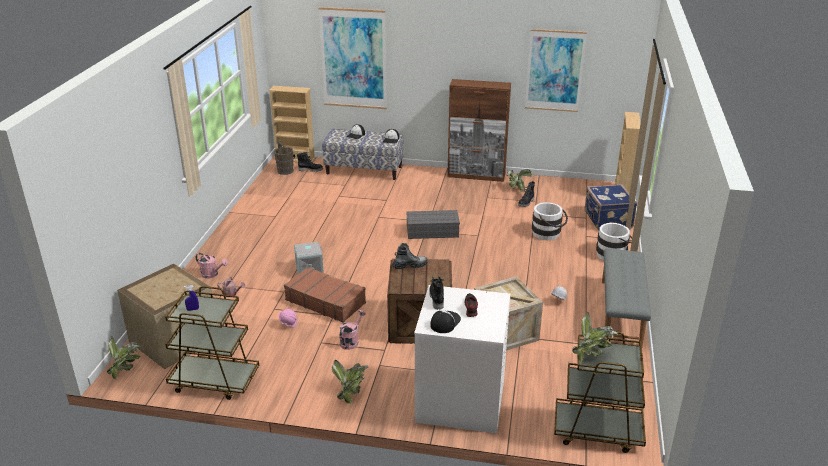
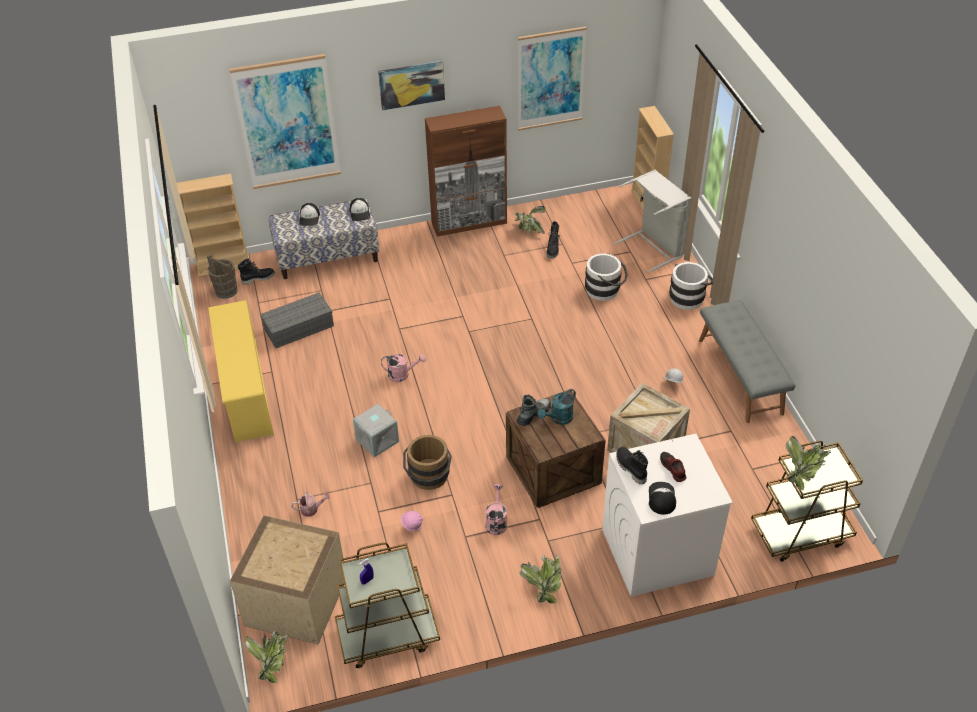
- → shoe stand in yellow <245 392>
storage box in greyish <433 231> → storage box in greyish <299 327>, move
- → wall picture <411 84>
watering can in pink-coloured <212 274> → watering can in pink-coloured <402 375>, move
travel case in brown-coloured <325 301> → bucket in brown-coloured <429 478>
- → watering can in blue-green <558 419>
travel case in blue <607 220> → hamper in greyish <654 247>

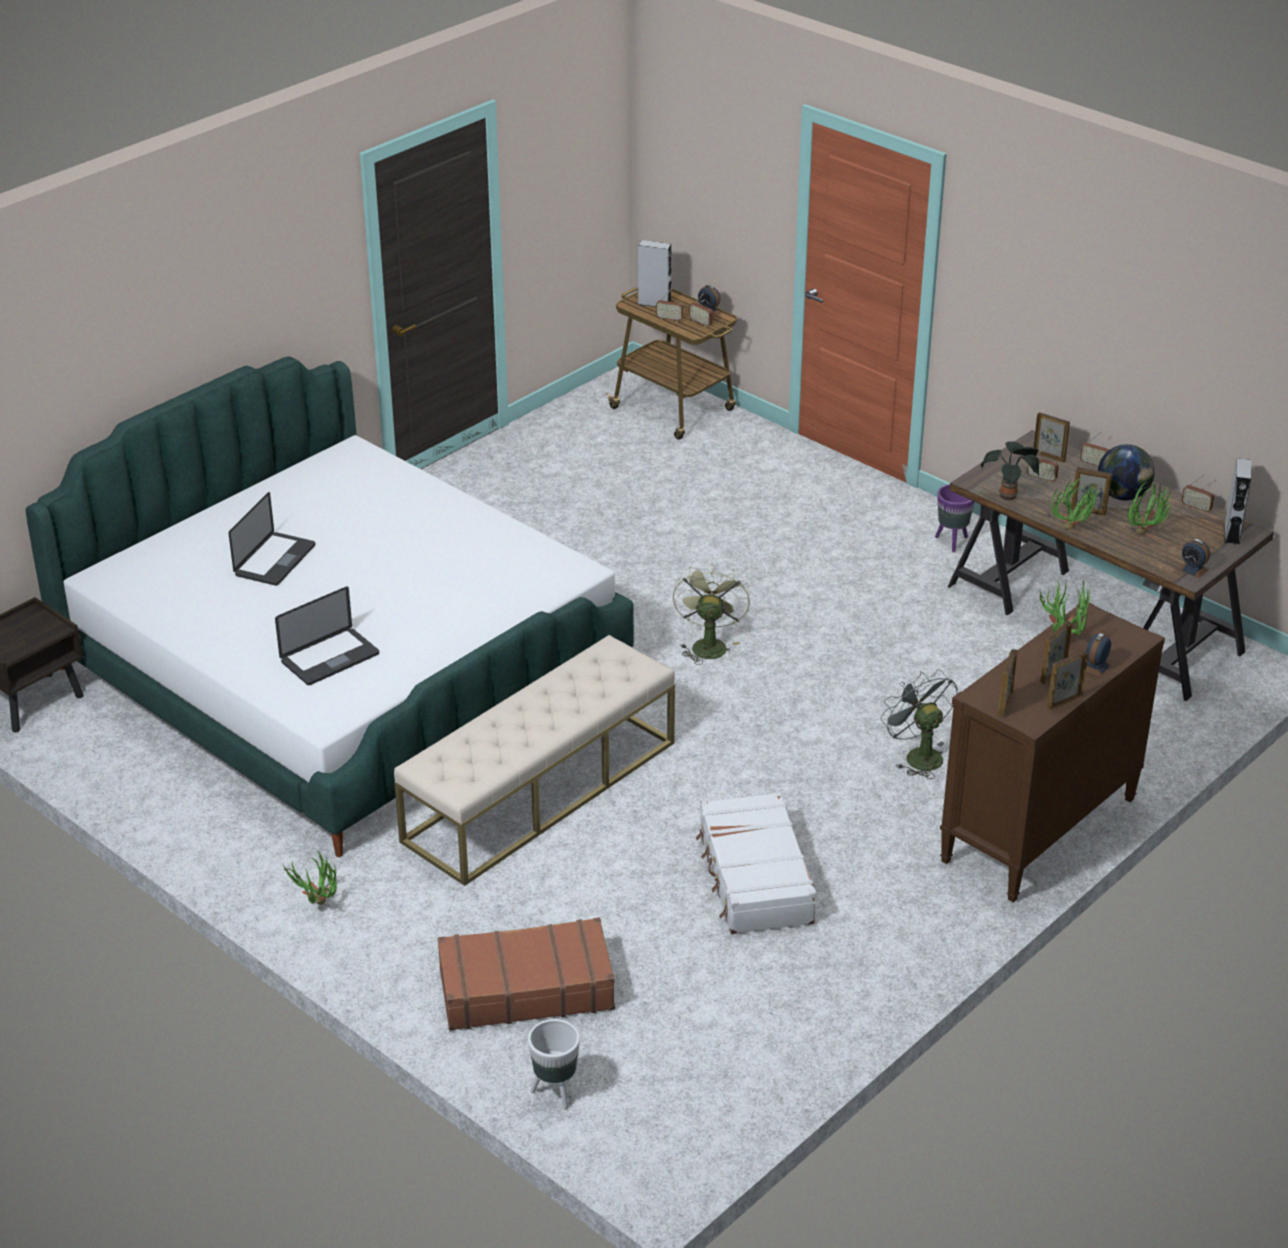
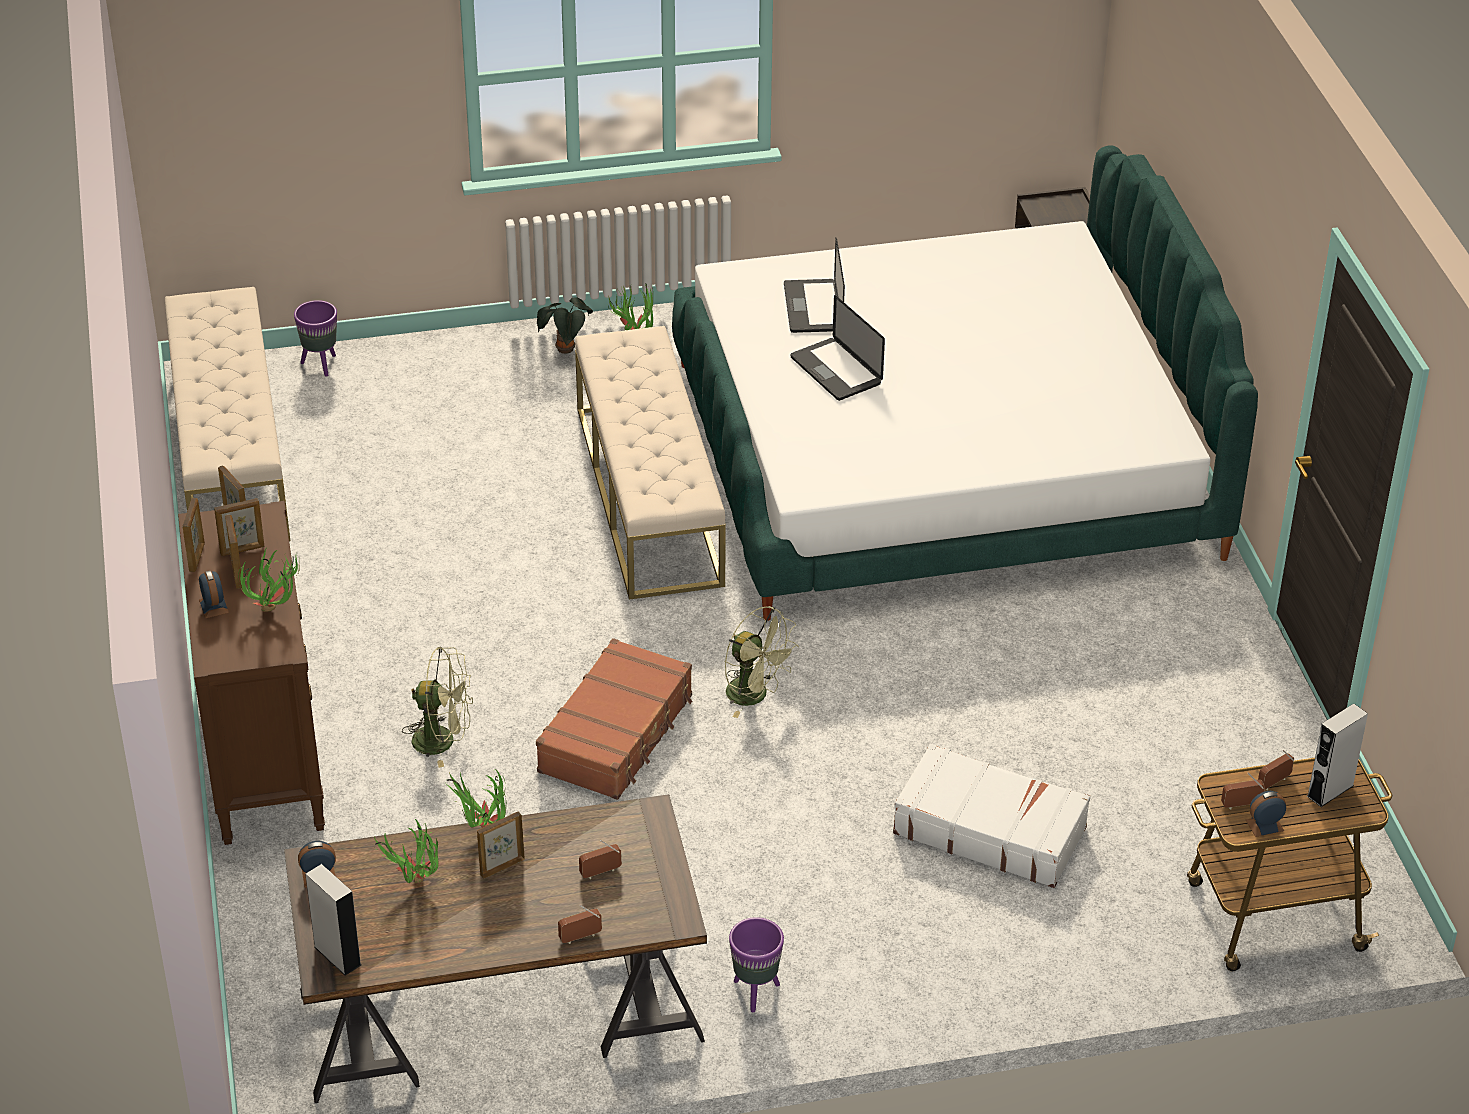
- → bench in beige-coloured <230 452>
standing frame <1049 456> → standing frame <242 550>, move
flower pot in white-coloured <555 1092> → flower pot in purplish <320 364>
fan in greyish <918 755> → fan in green <443 740>
travel case in brown-coloured <525 988> → travel case in brown-coloured <617 734>, move
potted plant <1009 496> → potted plant <566 351>, move
notebook computer <275 560> → notebook computer <836 371>, move
travel case in white-coloured <754 878> → travel case in white-coloured <989 830>, move
world globe <1122 496> → -
radio set <1196 508> → -

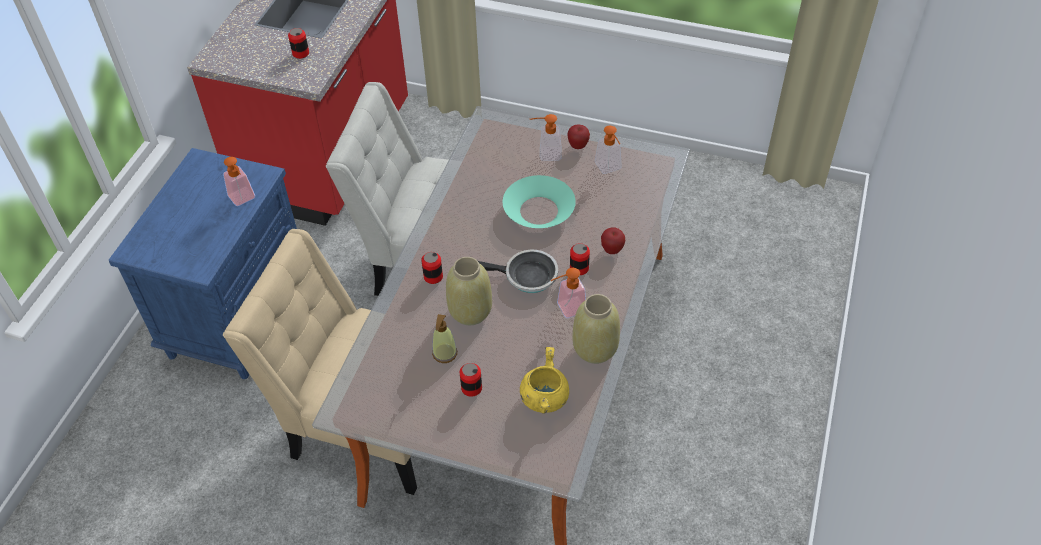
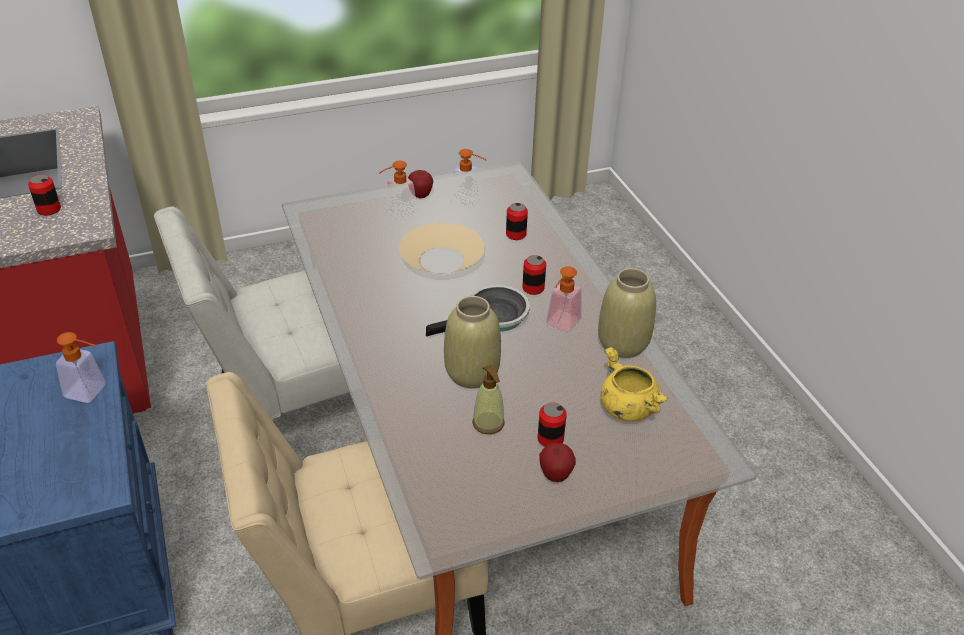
serving bowl in blue-green <538 210> → serving bowl in beige-coloured <441 260>
sealed can <433 277> → sealed can <516 234>, move
apple <612 250> → apple <555 475>, move

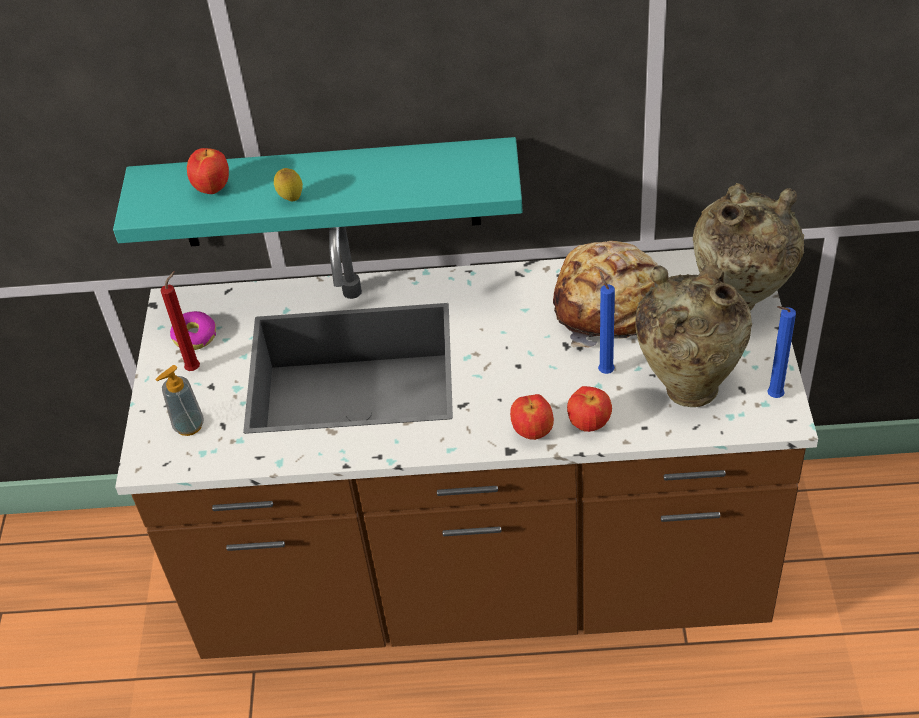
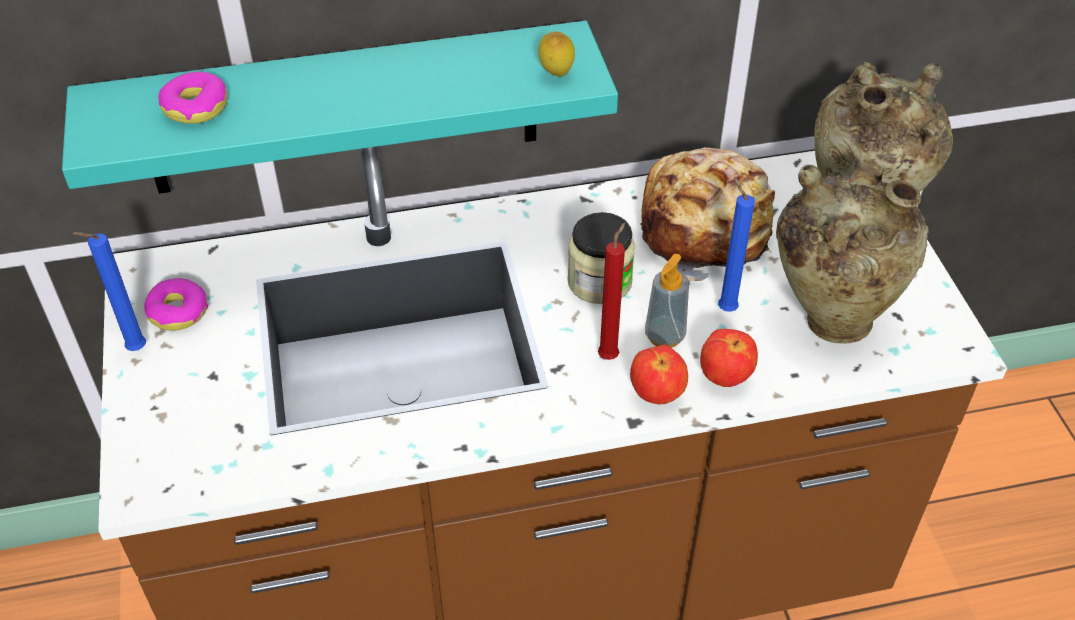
wax candle in blue <772 397> → wax candle in blue <133 350>, move
apple <212 188> → donut <196 107>
whole lemon <291 199> → whole lemon <556 74>, move
- → storage jar <599 282>
wax candle in reddish <195 368> → wax candle in reddish <610 355>, move
liquid soap bottle <189 426> → liquid soap bottle <664 336>, move

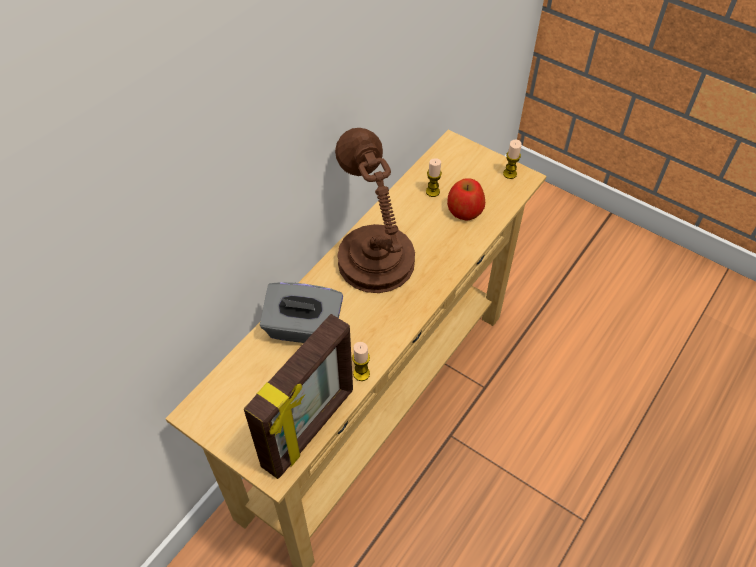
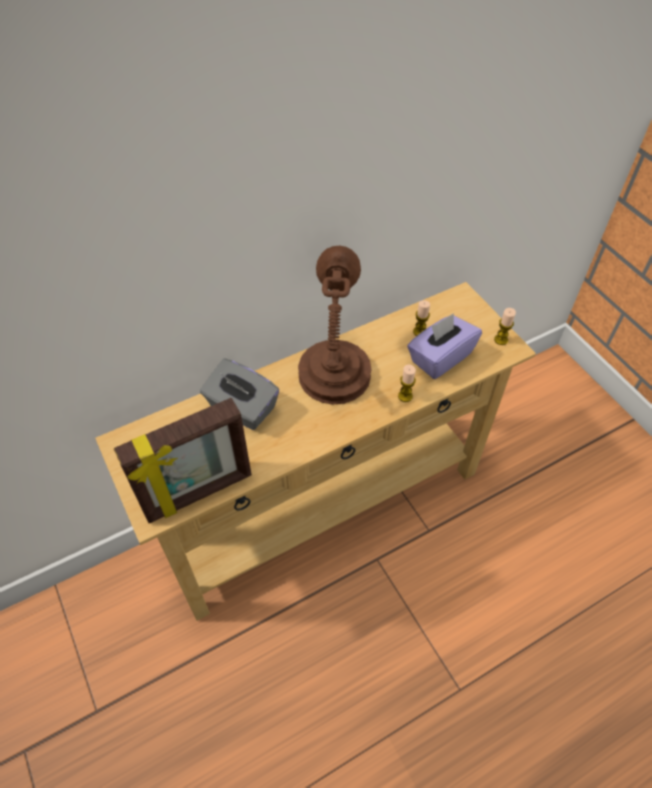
wax candle <361 373> → wax candle <405 396>, move
apple <465 210> → box of tissues in purplish <440 358>

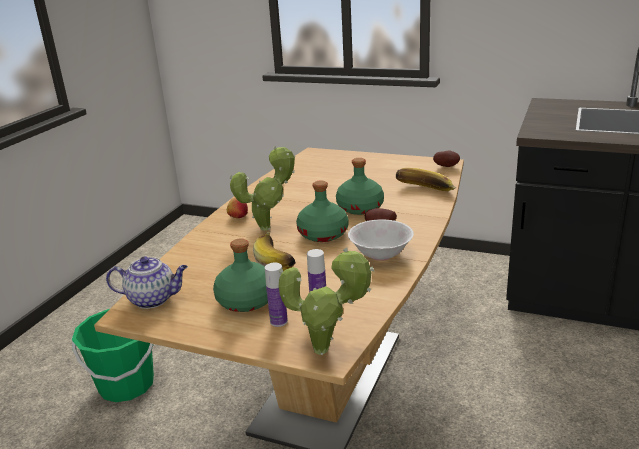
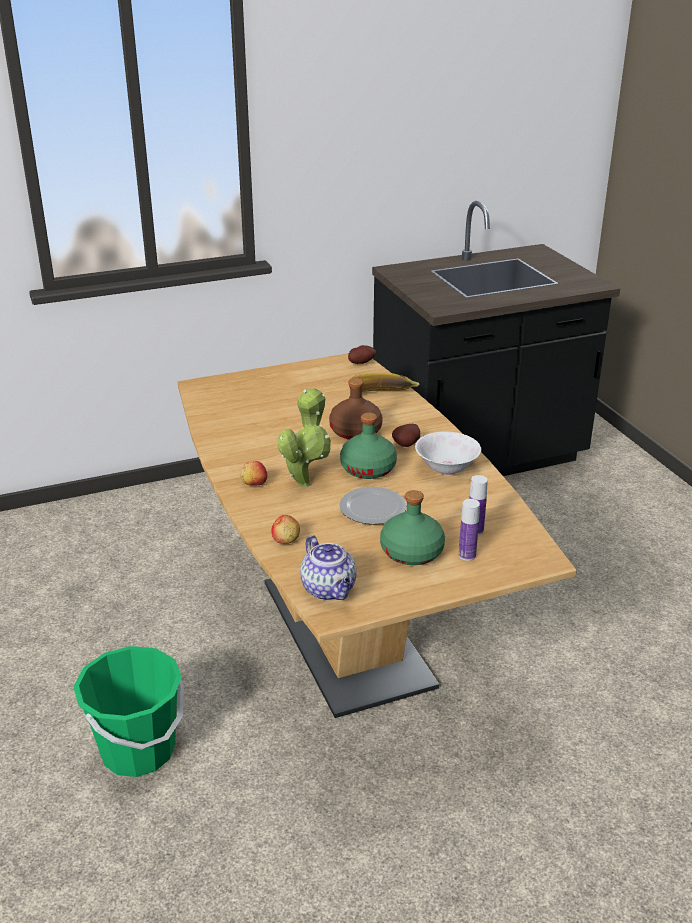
- → apple <286 540>
teapot <153 299> → teapot <330 590>, 105 degrees clockwise
beverage bottle in green <360 208> → beverage bottle in brown-coloured <356 432>
whole banana <278 260> → plate <373 508>
potted plant <326 350> → -

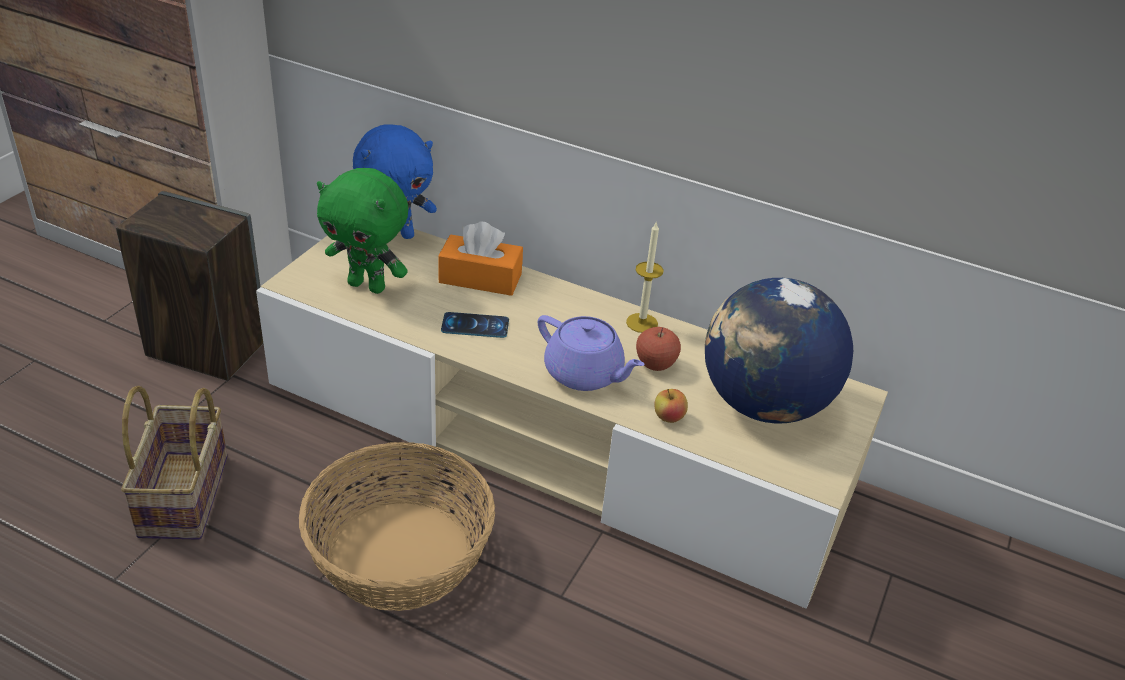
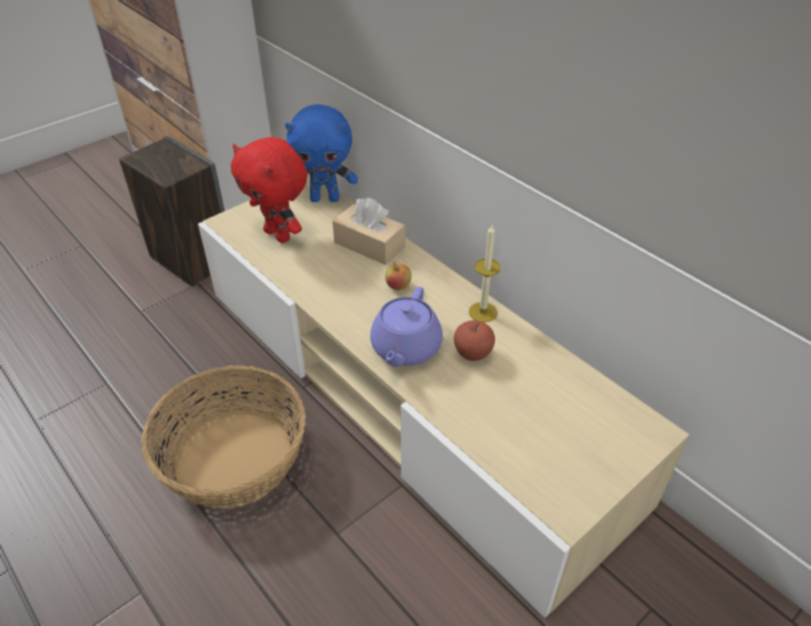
soft toy in green <368 285> → soft toy in reddish <279 235>
box of tissues in orange-coloured <480 278> → box of tissues in beige-coloured <369 245>
teapot in purplish <585 374> → teapot in purplish <405 348>, 45 degrees clockwise
apple <668 417> → apple <398 286>, move
household basket <186 498> → -
phone <475 325> → -
world globe <763 405> → -

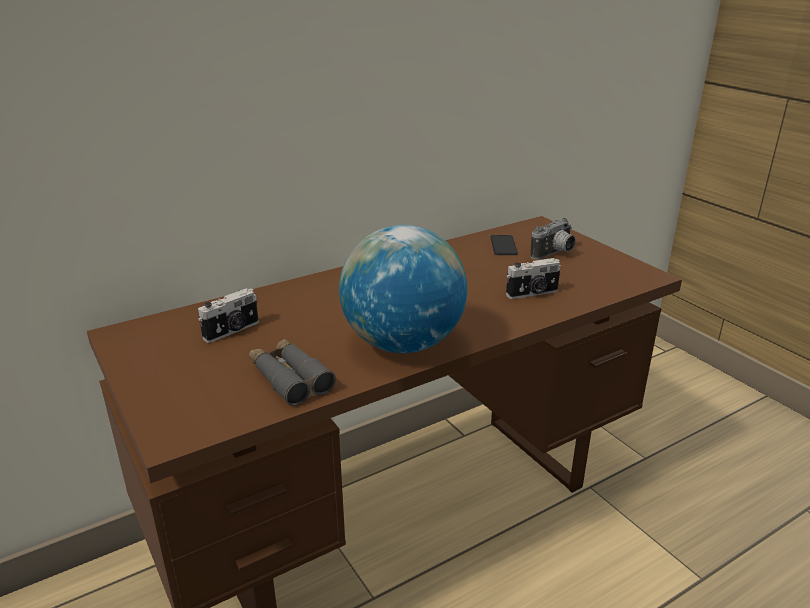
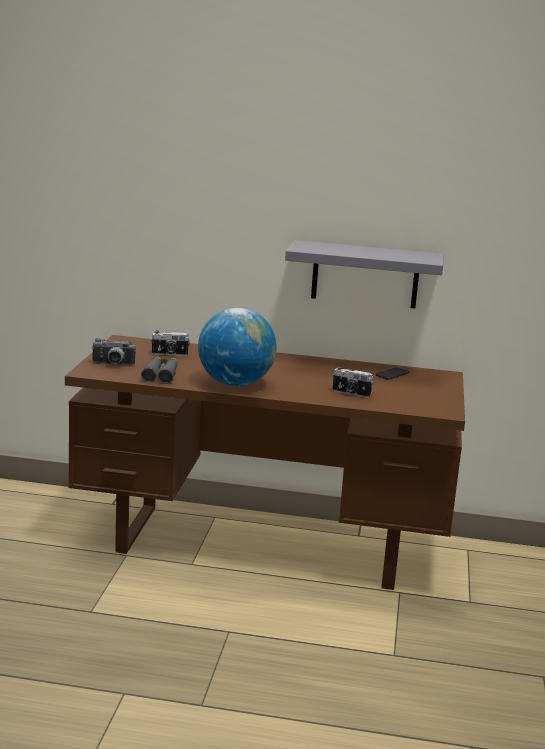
still camera <555 254> → still camera <113 365>, move
- → shelf in greyish <365 275>

